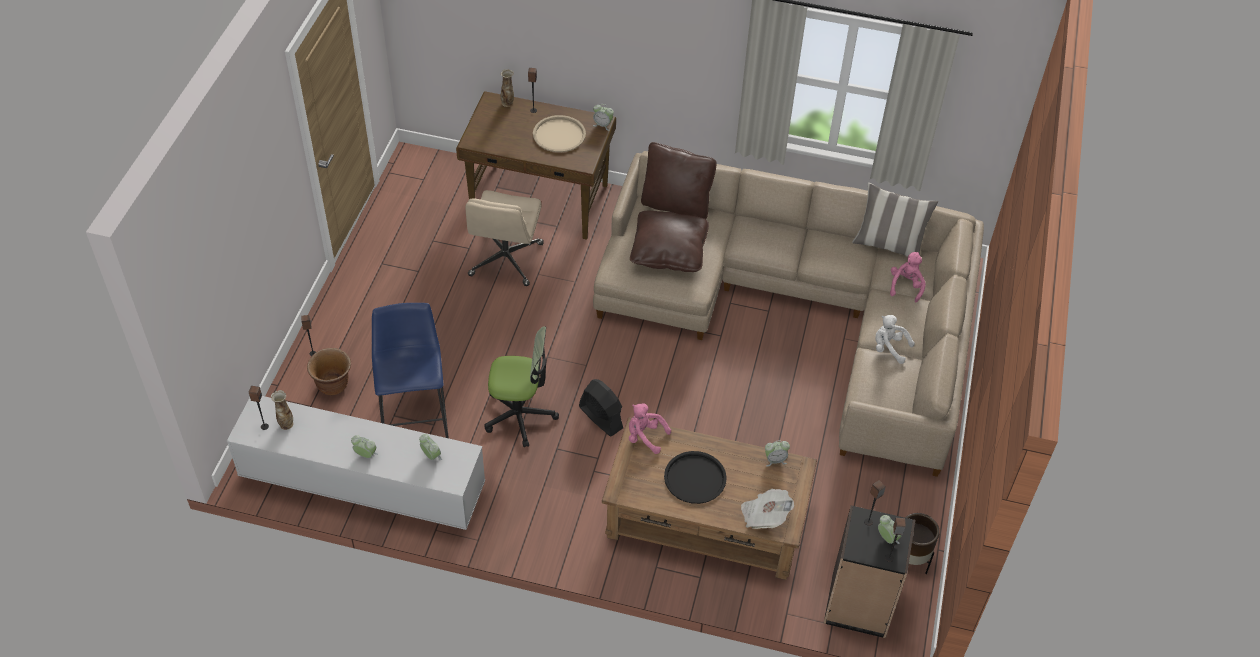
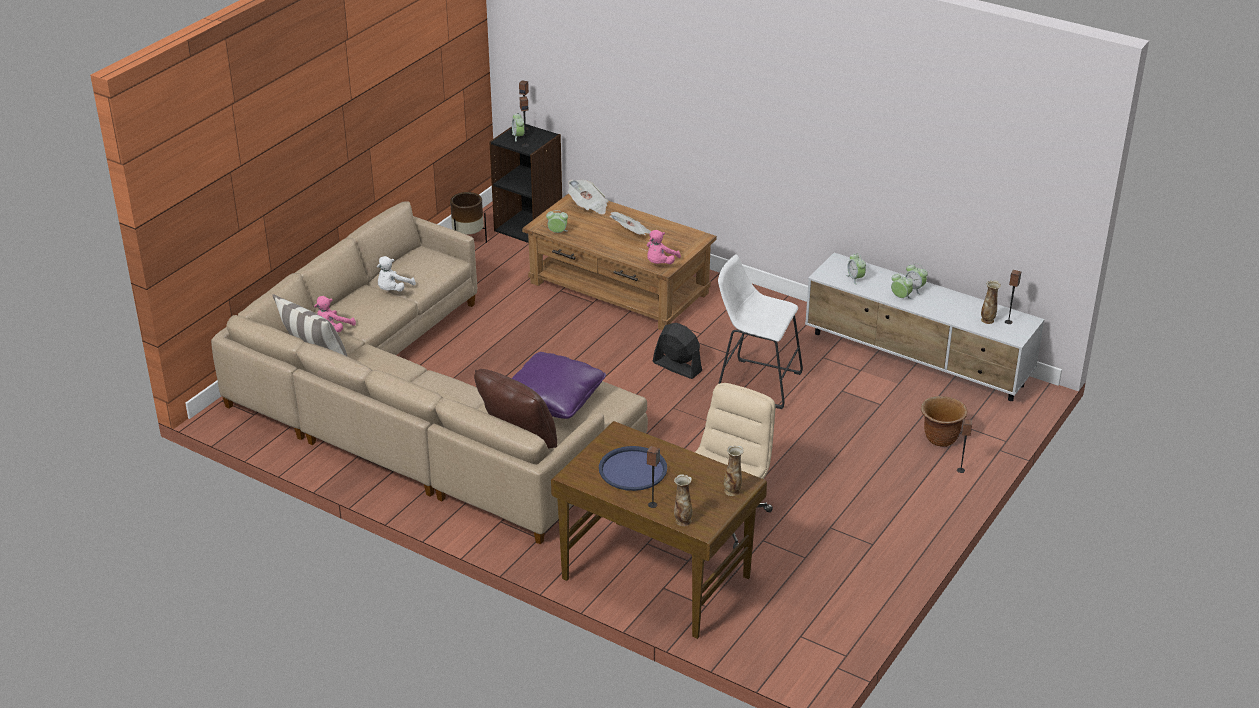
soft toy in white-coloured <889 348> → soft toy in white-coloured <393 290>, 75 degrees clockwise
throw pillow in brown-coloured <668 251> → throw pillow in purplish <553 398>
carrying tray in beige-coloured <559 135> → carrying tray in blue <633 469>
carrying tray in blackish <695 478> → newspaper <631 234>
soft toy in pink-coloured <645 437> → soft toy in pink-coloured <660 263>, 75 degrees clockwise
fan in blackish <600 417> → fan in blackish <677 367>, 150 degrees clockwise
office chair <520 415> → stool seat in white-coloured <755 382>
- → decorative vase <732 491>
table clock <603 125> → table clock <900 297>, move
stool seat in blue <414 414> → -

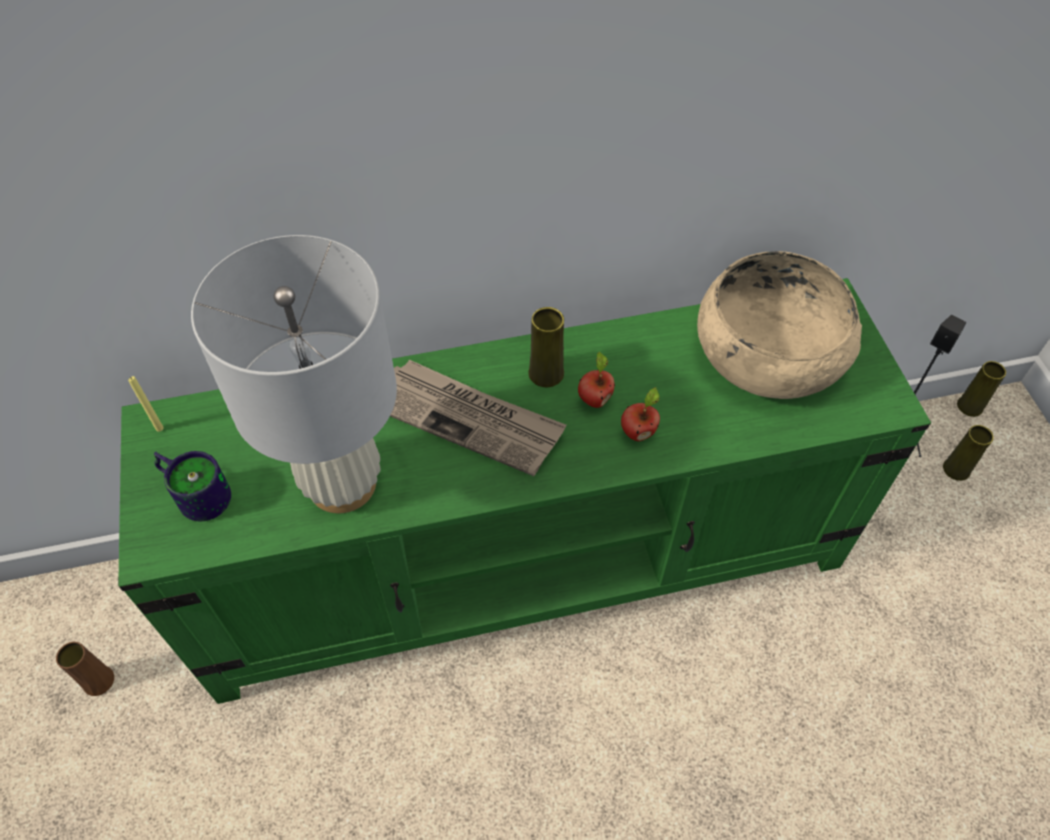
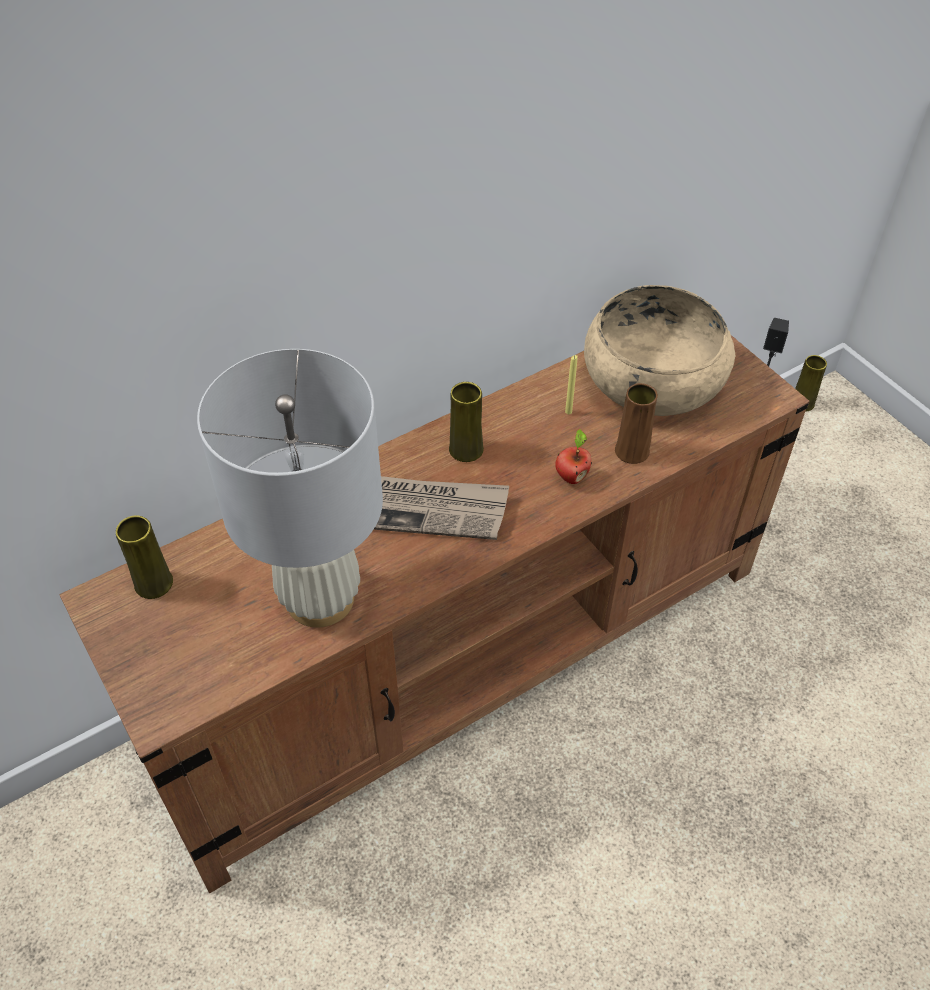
tv unit in green <526 560> → tv unit in brown-coloured <465 656>
decorative vase in yellow <956 469> → decorative vase in yellow <154 583>, move
wax candle in yellow <159 428> → wax candle in yellow <568 412>, move
decorative vase in brown-coloured <98 681> → decorative vase in brown-coloured <632 451>, move
coffee mug <197 491> → -
apple <594 399> → -

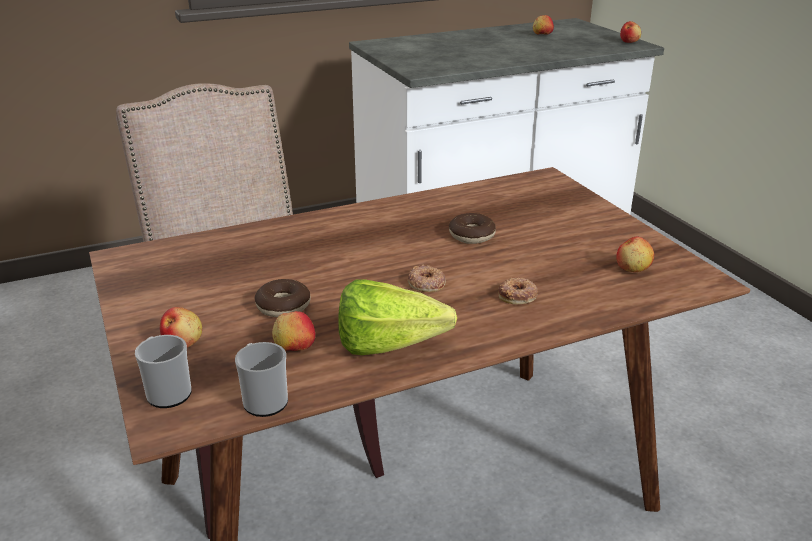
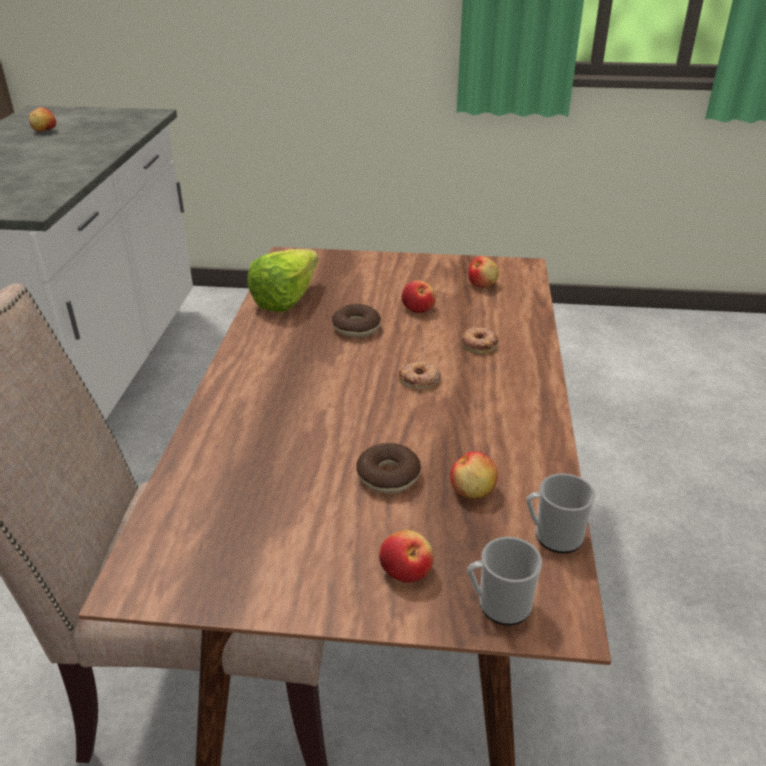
lettuce head <398 347> → lettuce head <292 297>, move
apple <629 41> → apple <418 308>, move

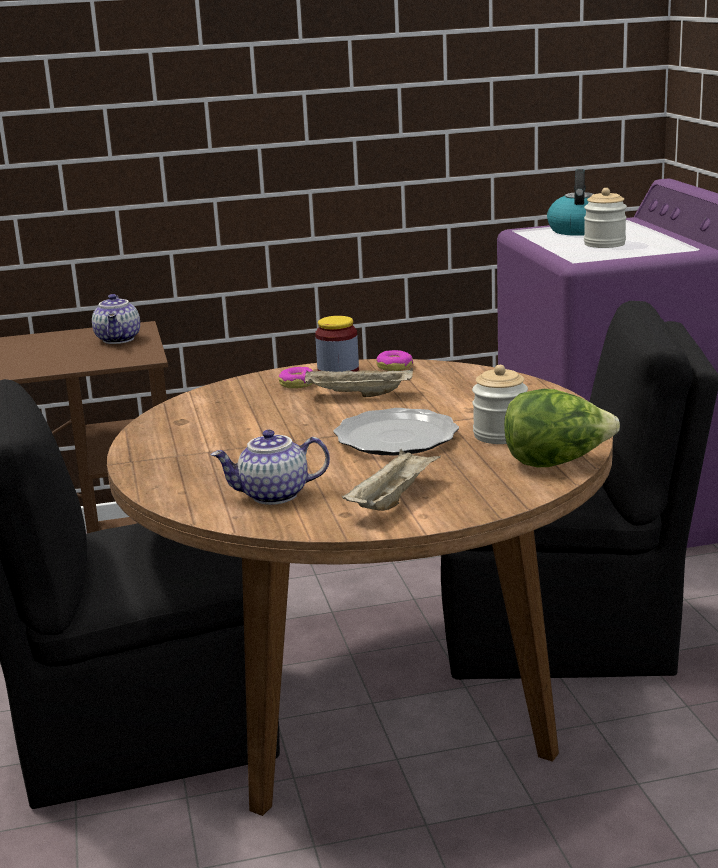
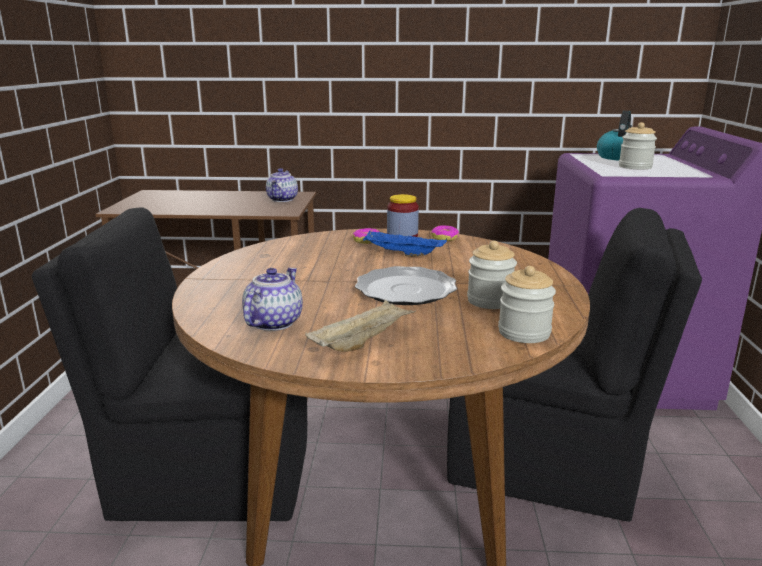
teapot <273 496> → teapot <273 322>, 105 degrees clockwise
carrying tray in beige-coloured <357 395> → carrying tray in blue <402 254>
lettuce head <556 463> → storage jar <524 333>

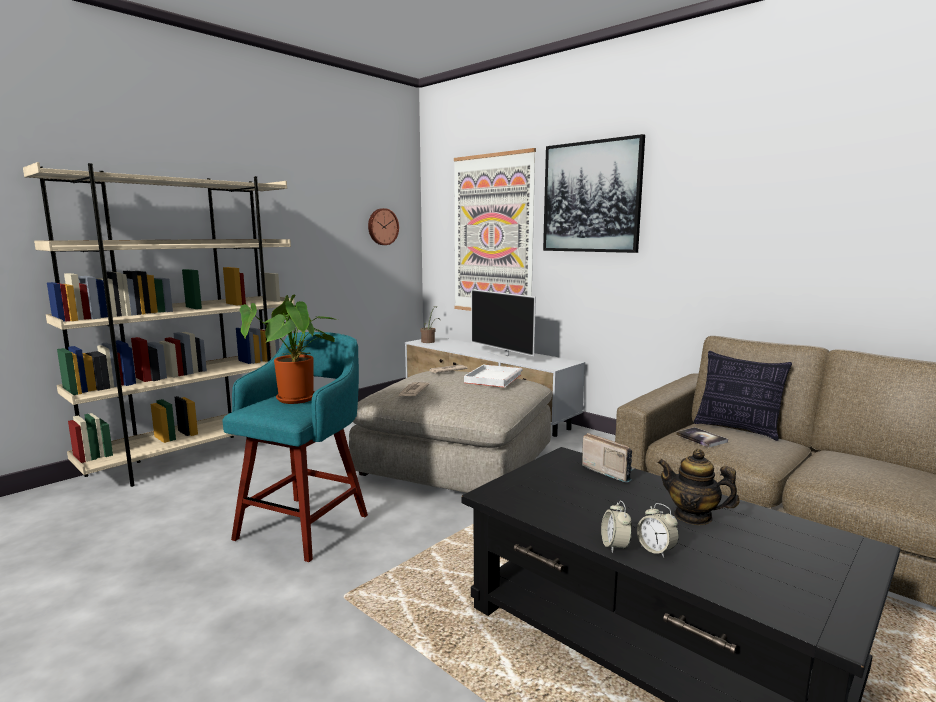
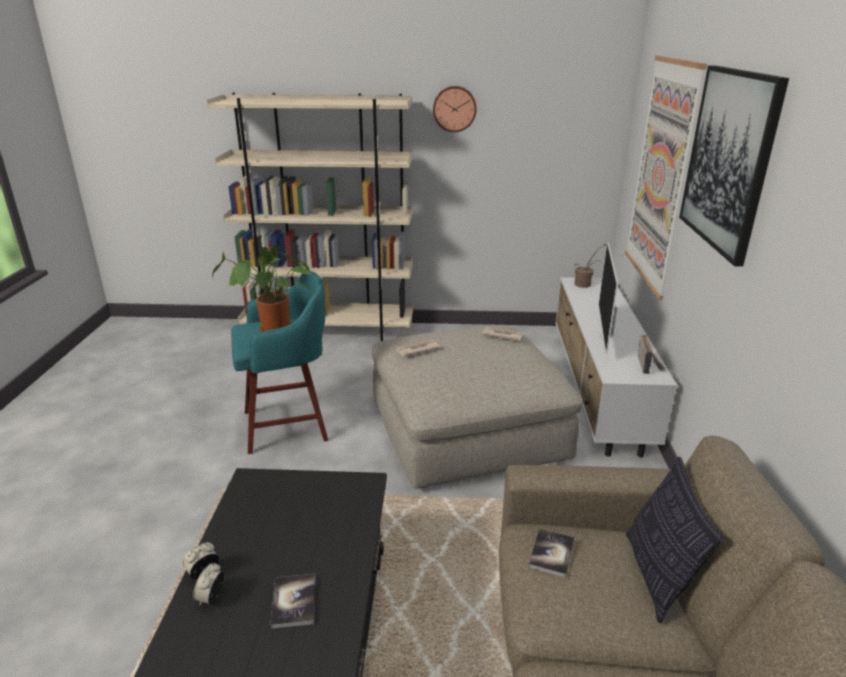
teapot <693 516> → bound book <294 601>
clock on the wall <382 226> → clock on the wall <454 109>, move
radio set <609 471> → radio set <649 365>, move
carrying tray in white-coloured <493 378> → -

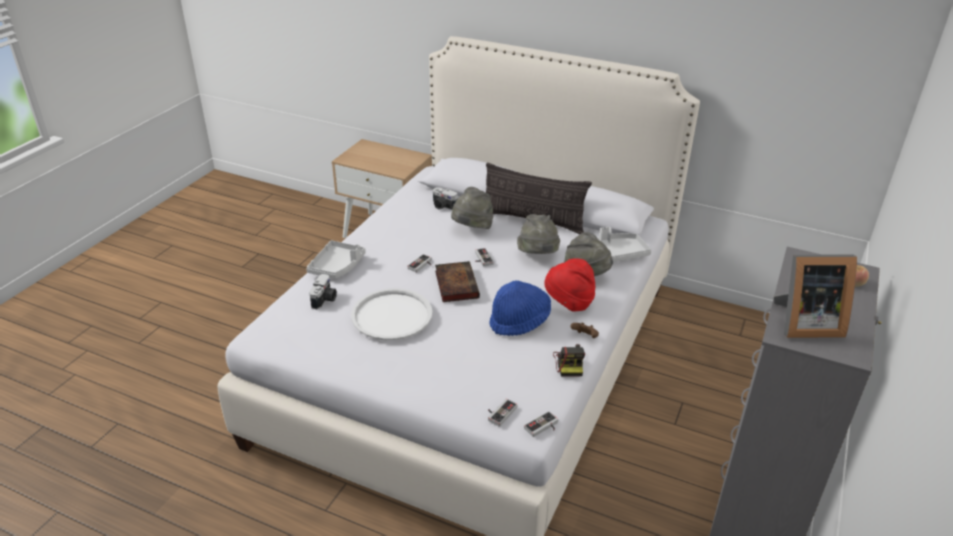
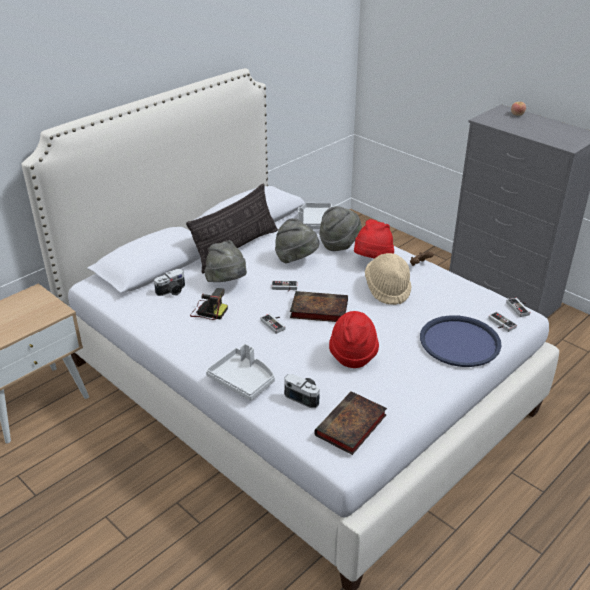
still camera <569 363> → still camera <208 311>, move
- → bound book <350 427>
carrying tray in white-coloured <391 315> → clothing hat in reddish <353 355>
clothing hat in blue <519 321> → clothing hat in beige-coloured <387 289>
- → carrying tray in blue <459 342>
standing frame <804 323> → -

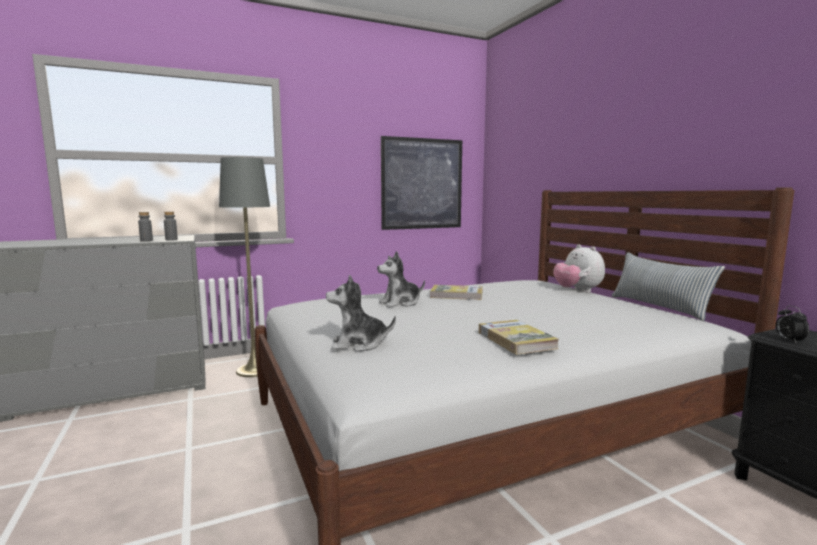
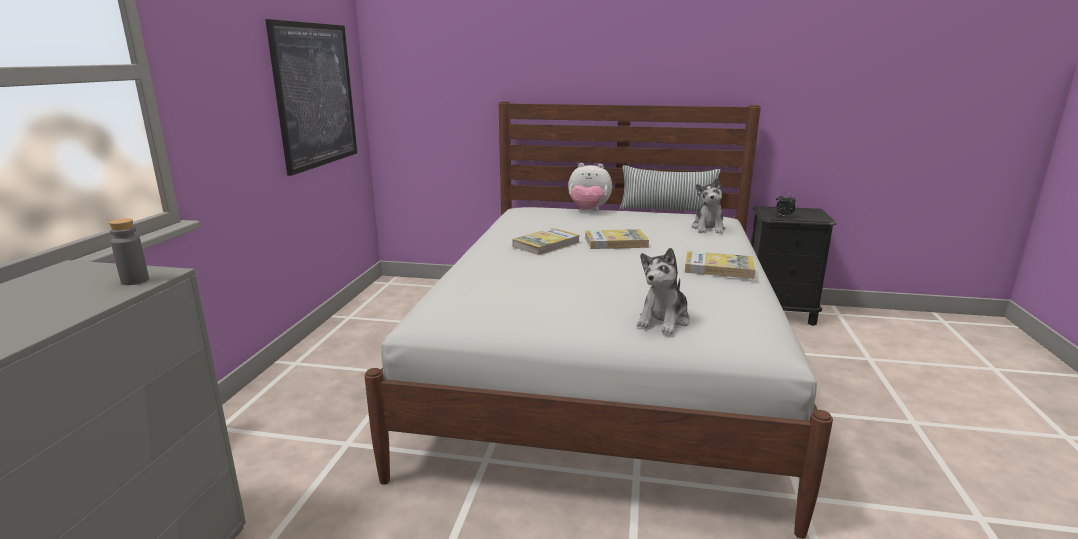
- → bound book <615 242>
soft toy <400 303> → soft toy <708 228>, move
beverage bottle in greyish <146 241> → -
floor lamp in greyish <254 370> → -

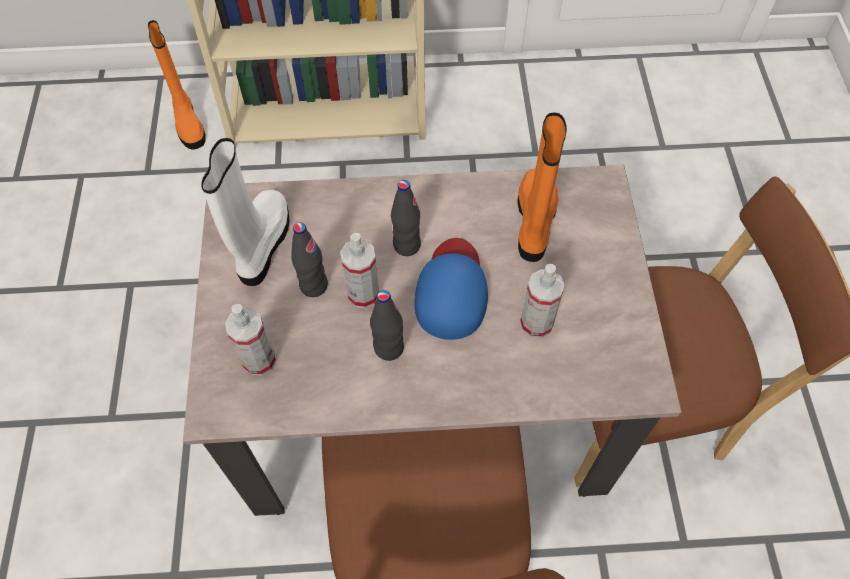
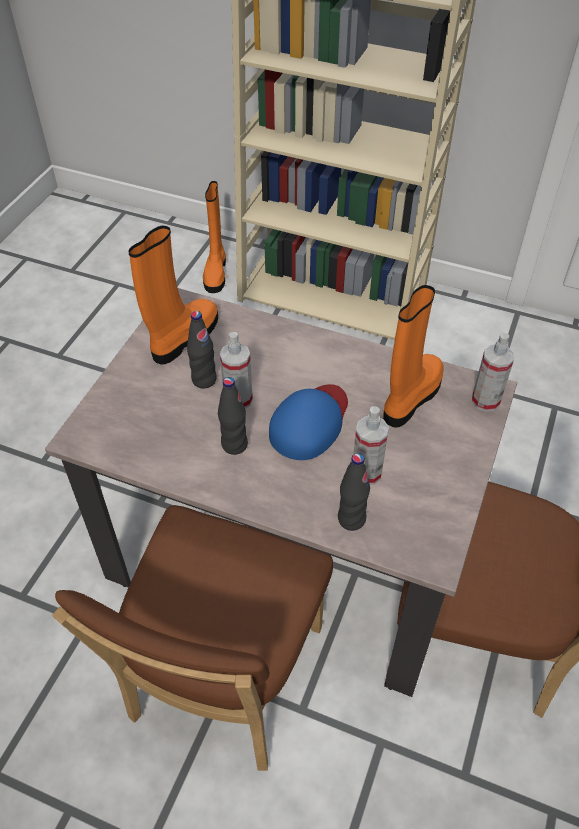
boot in white-coloured <262 244> → boot in orange-coloured <183 338>
beverage bottle in blackish <406 245> → beverage bottle in blackish <351 519>, move
hand sprayer <259 360> → hand sprayer <485 401>, move

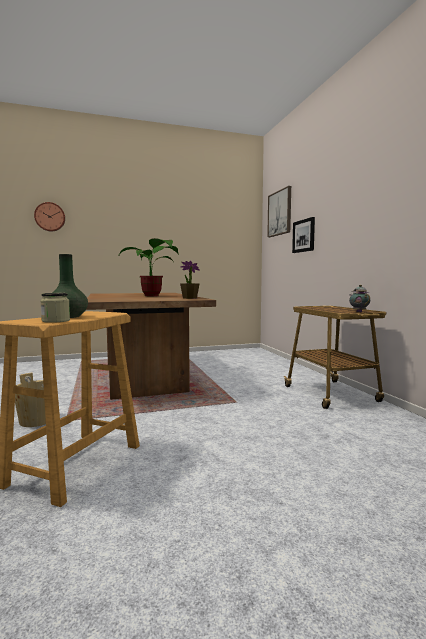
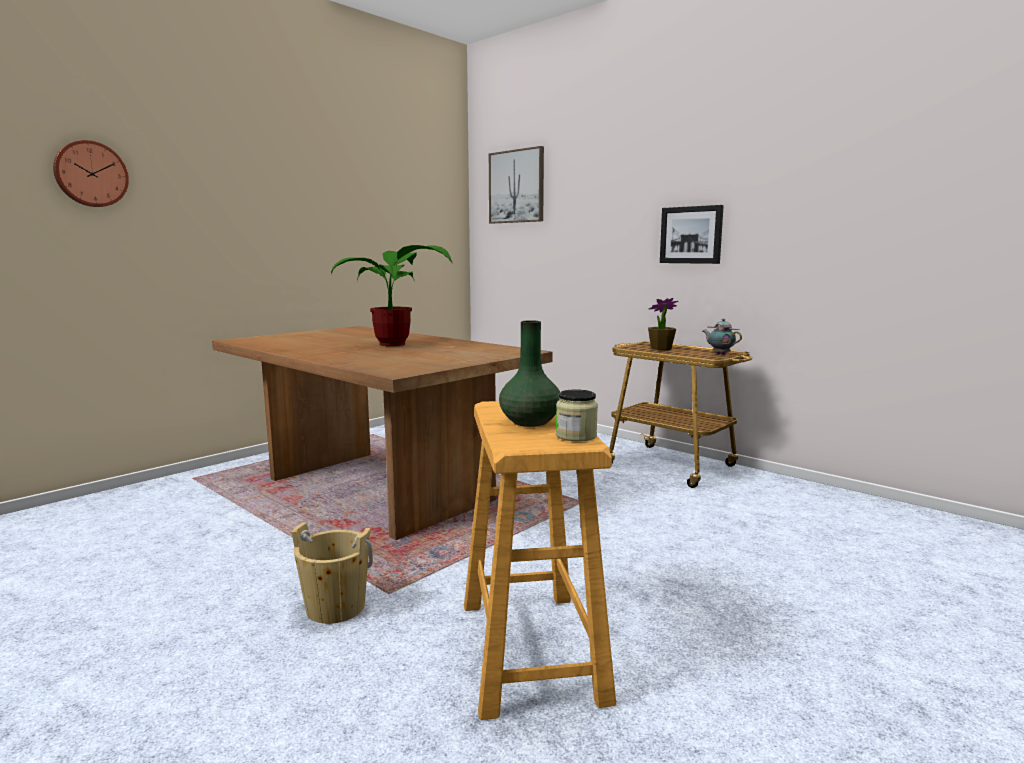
potted plant <189 298> → potted plant <660 348>, move
wall picture <304 236> → wall picture <691 235>, move

